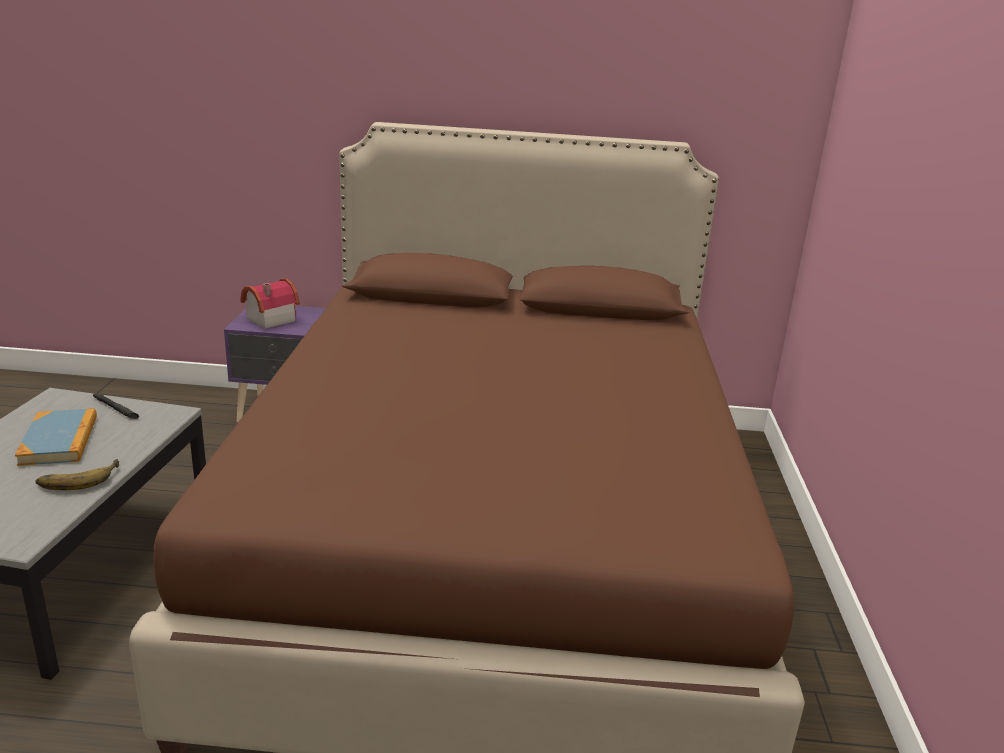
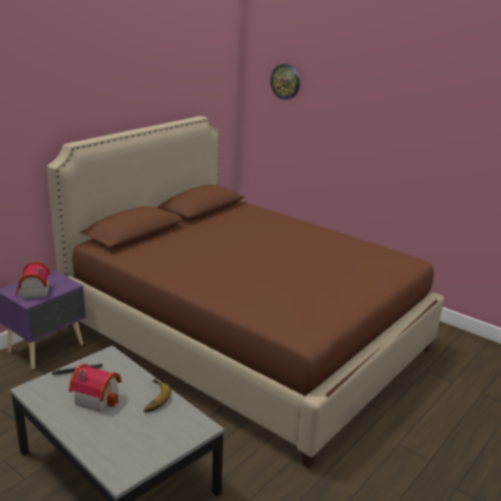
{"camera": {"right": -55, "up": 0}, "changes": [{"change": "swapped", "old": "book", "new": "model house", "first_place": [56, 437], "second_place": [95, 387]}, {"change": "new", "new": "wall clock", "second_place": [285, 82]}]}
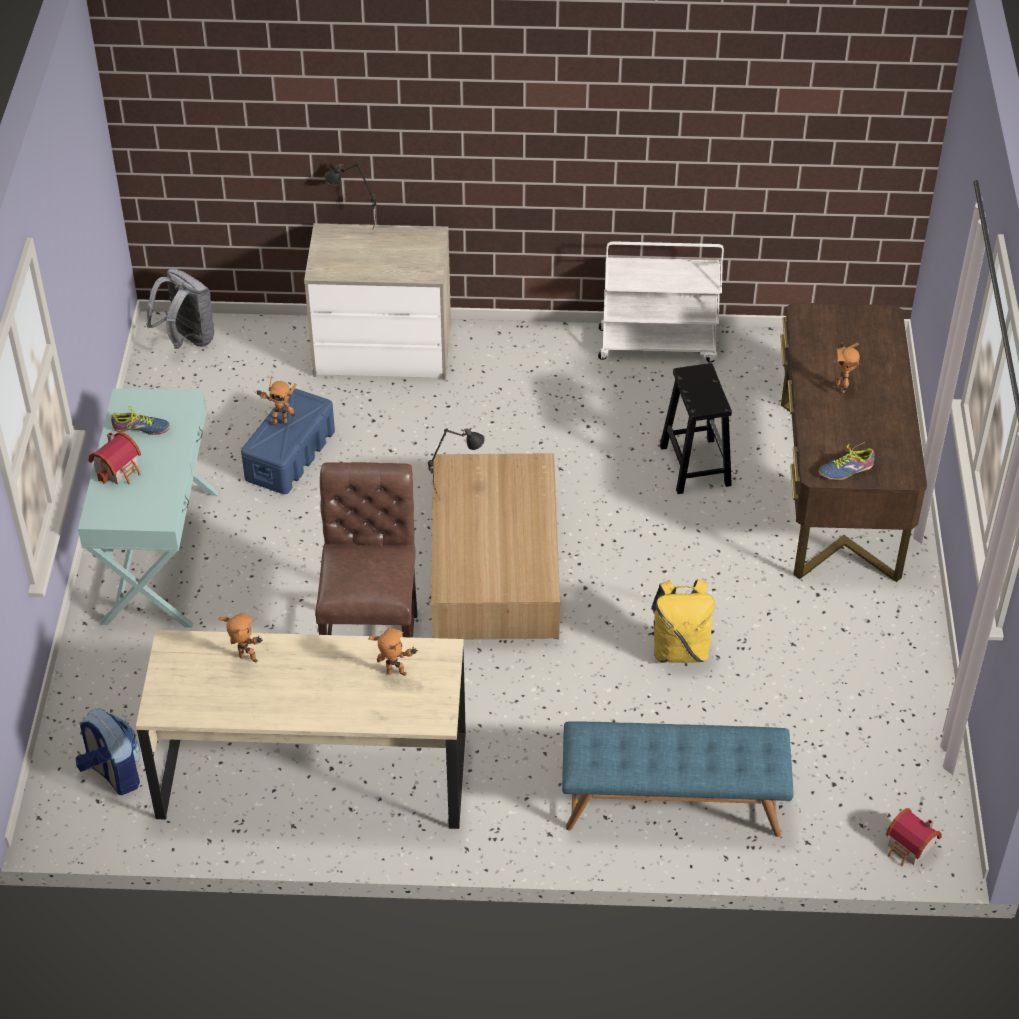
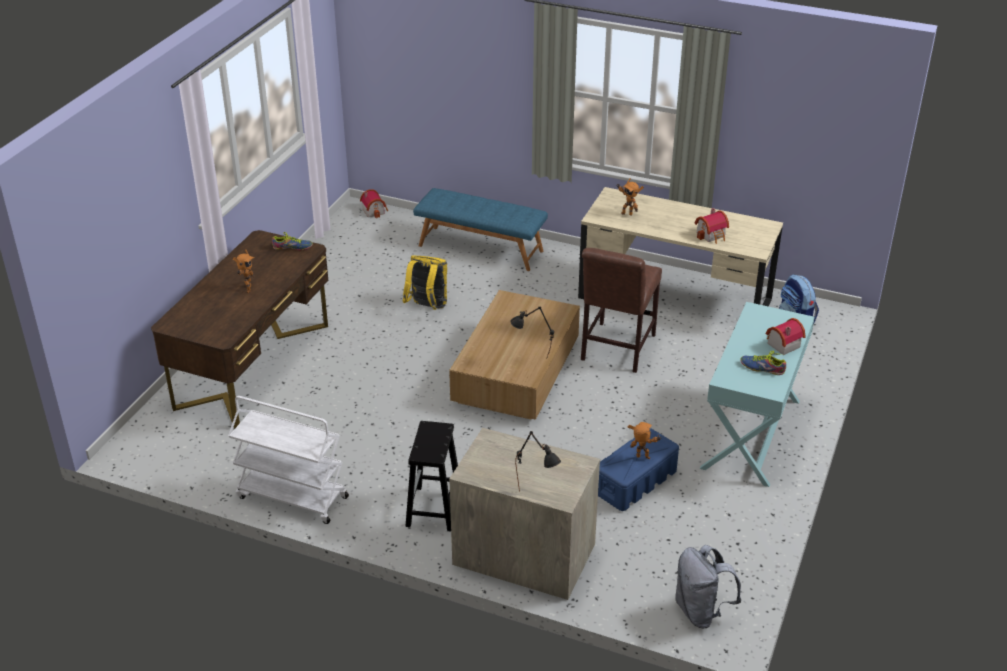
{"camera": {"right": -160, "up": -10}, "changes": [{"change": "shifted", "old": "stool seat (blackish)", "first_place": [696, 428], "second_place": [431, 476]}, {"change": "swapped", "old": "model robot", "new": "model house", "first_place": [240, 637], "second_place": [711, 226]}]}
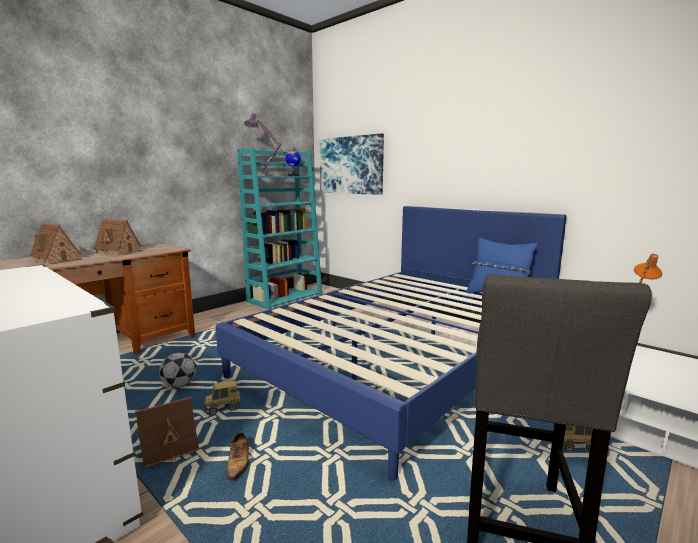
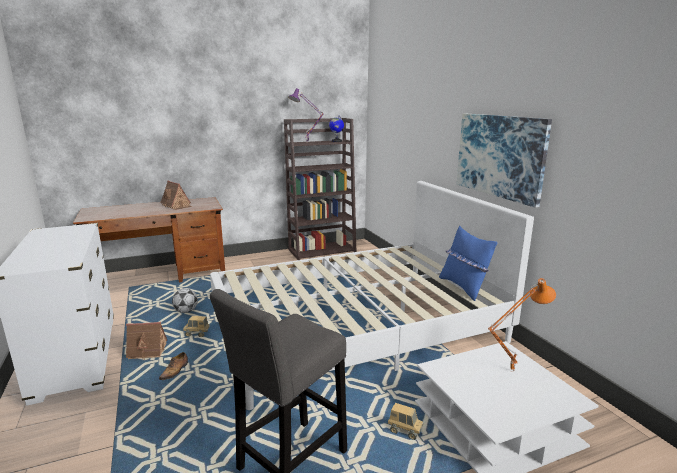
{"camera": {"right": 25, "up": 5}, "changes": [{"change": "repainted", "old": "sleeping bed (blue-coloured)", "new": "sleeping bed (white-coloured)", "first_place": [391, 343], "second_place": [372, 295]}, {"change": "repainted", "old": "bookcase (blue-green)", "new": "bookcase (brown-coloured)", "first_place": [279, 229], "second_place": [320, 189]}, {"change": "shifted", "old": "wall picture", "first_place": [352, 164], "second_place": [504, 161]}, {"change": "gone", "old": "model house", "first_place": [56, 243]}]}
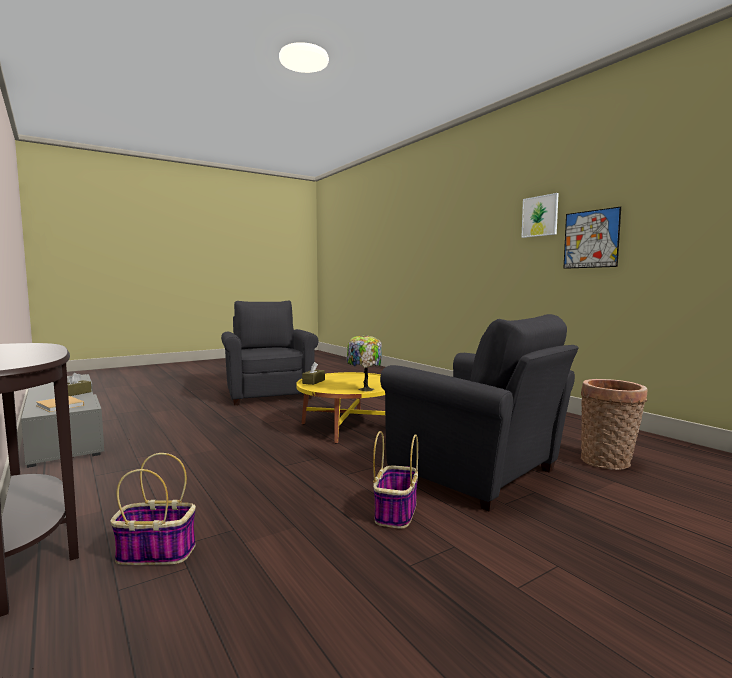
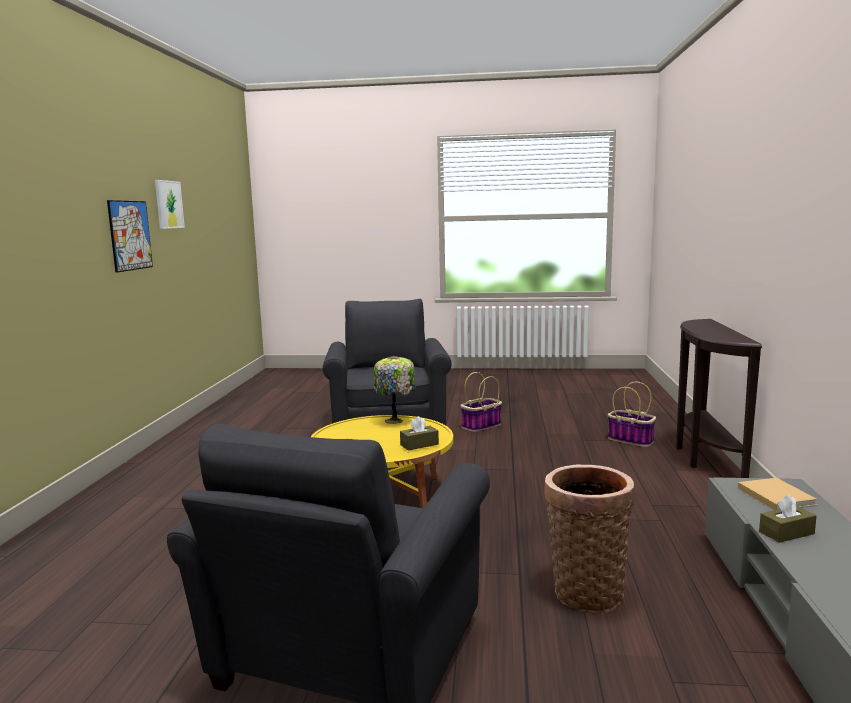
{"camera": {"right": -140, "up": 5}, "changes": [{"change": "shifted", "old": "wall picture", "first_place": [540, 215], "second_place": [170, 204]}, {"change": "shifted", "old": "storage basket", "first_place": [614, 424], "second_place": [589, 539]}]}
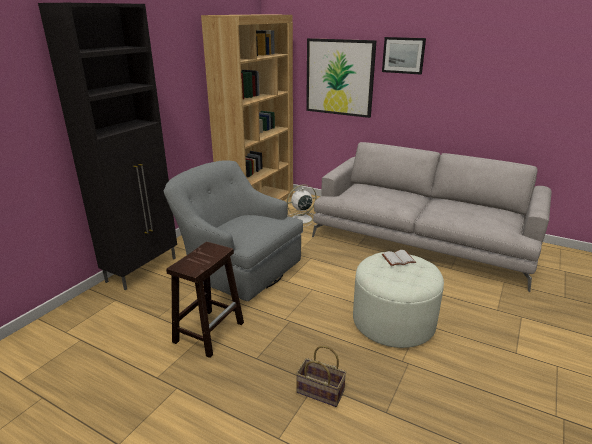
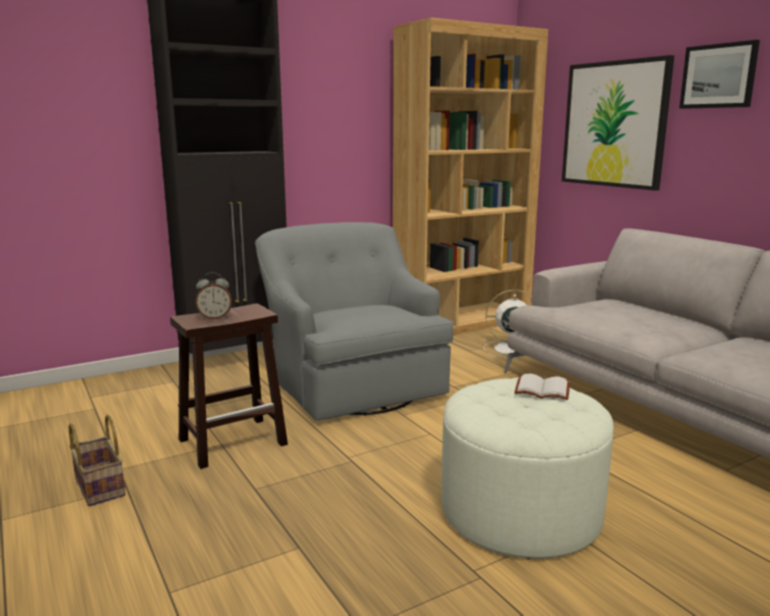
{"camera": {"right": 30, "up": -10}, "changes": [{"change": "shifted", "old": "storage basket", "first_place": [321, 376], "second_place": [97, 460]}, {"change": "new", "new": "alarm clock", "second_place": [213, 296]}]}
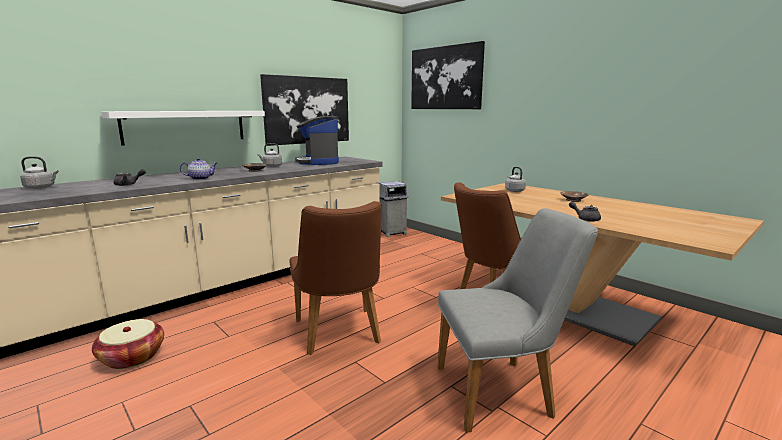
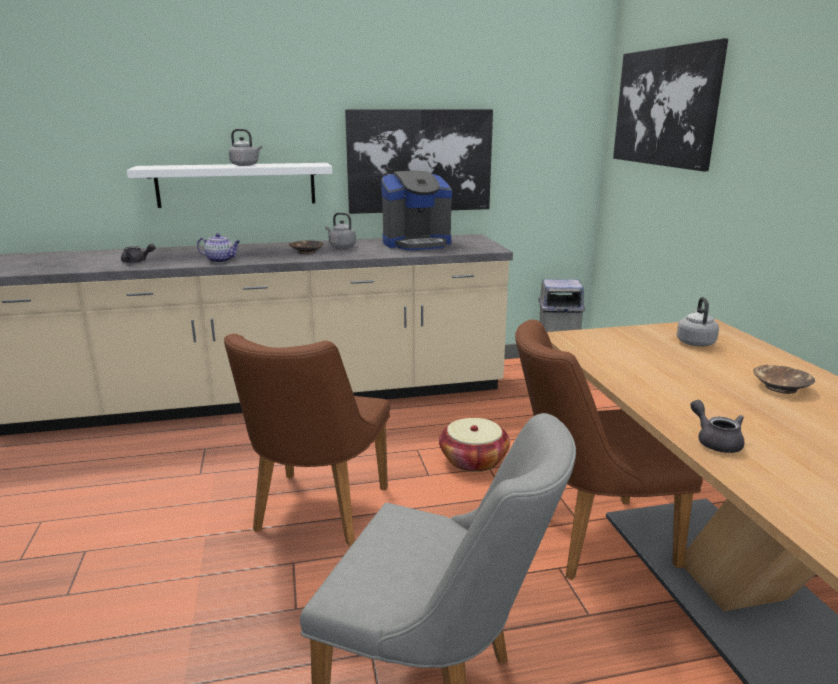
{"camera": {"right": 30, "up": 5}, "changes": [{"change": "shifted", "old": "tea kettle (gray)", "first_place": [39, 172], "second_place": [245, 147]}, {"change": "rotated", "old": "coffee maker", "first_place": [317, 140], "second_place": [416, 210], "degrees": -120}, {"change": "shifted", "old": "storage basket", "first_place": [128, 344], "second_place": [474, 445]}]}
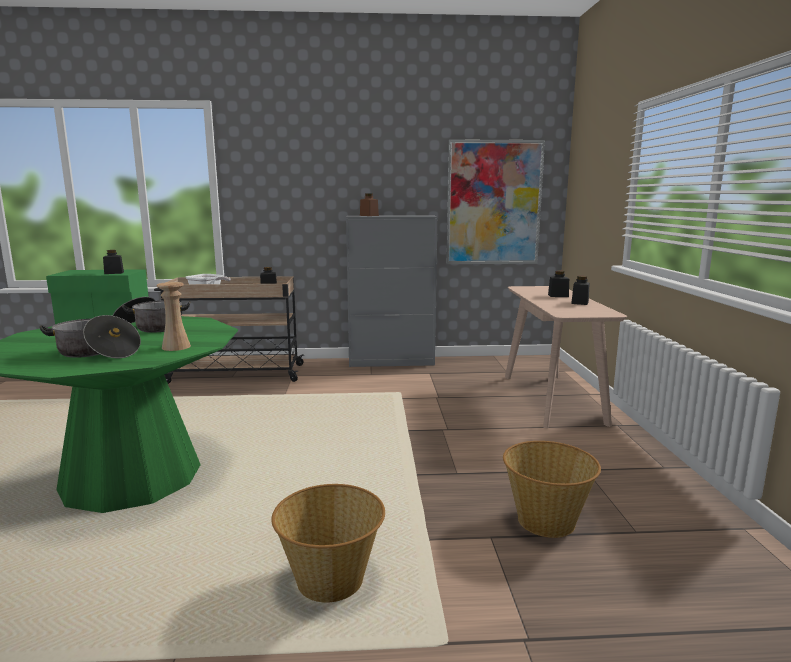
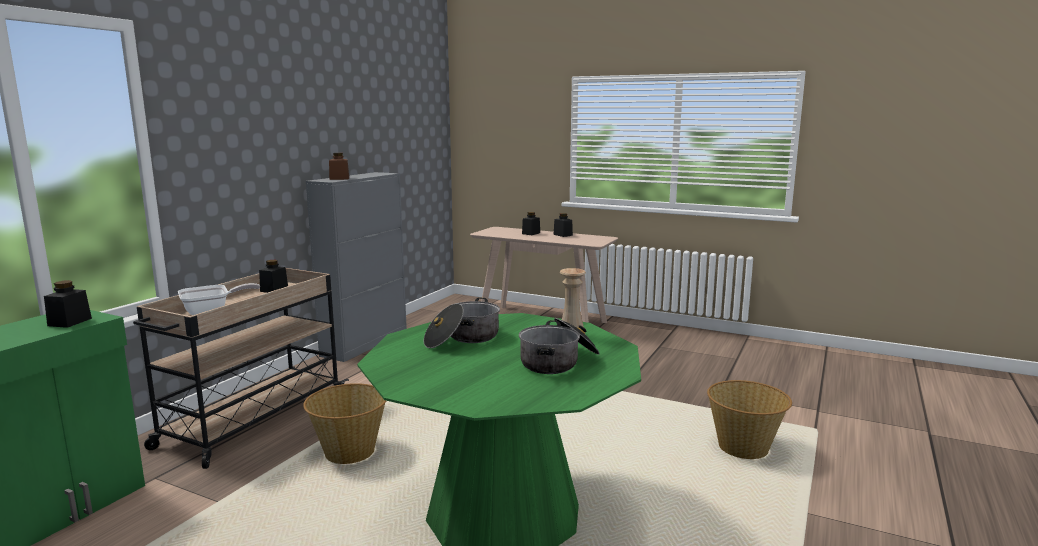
{"camera": {"right": -60, "up": 0}, "changes": [{"change": "shifted", "old": "storage basket", "first_place": [552, 489], "second_place": [344, 423]}, {"change": "gone", "old": "wall picture", "first_place": [495, 201]}]}
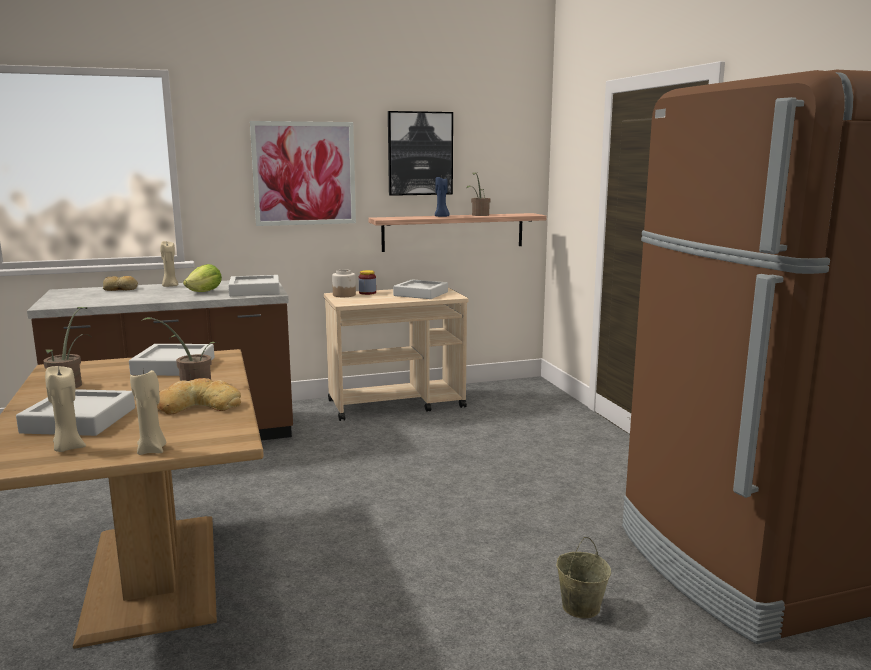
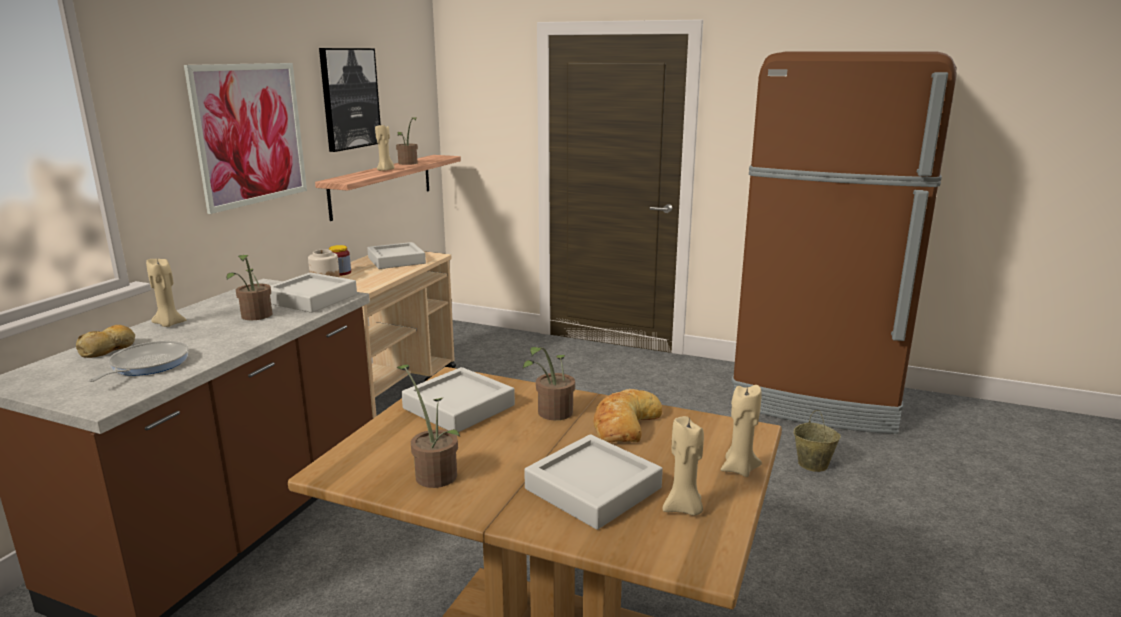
{"camera": {"right": -50, "up": 5}, "changes": [{"change": "new", "new": "pan", "second_place": [138, 361]}, {"change": "swapped", "old": "head of lettuce", "new": "plant in a pot", "first_place": [202, 278], "second_place": [249, 287]}, {"change": "repainted", "old": "wax light (blue-coloured)", "new": "wax light (beige-coloured)", "first_place": [442, 197], "second_place": [384, 148]}]}
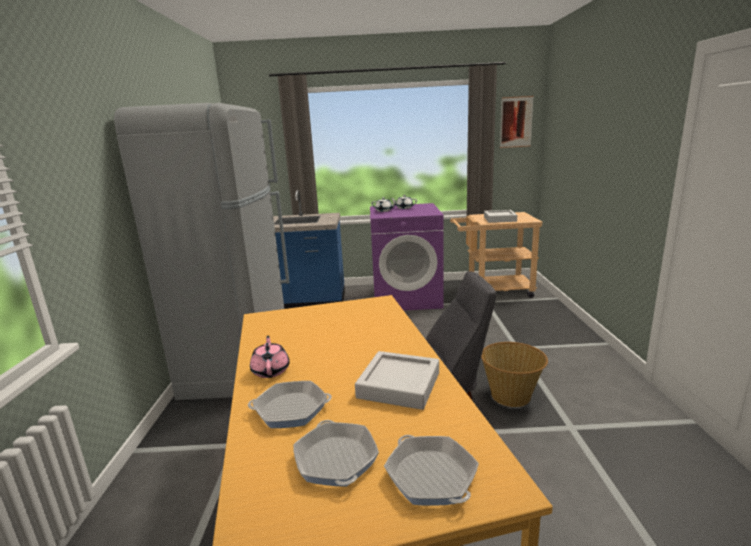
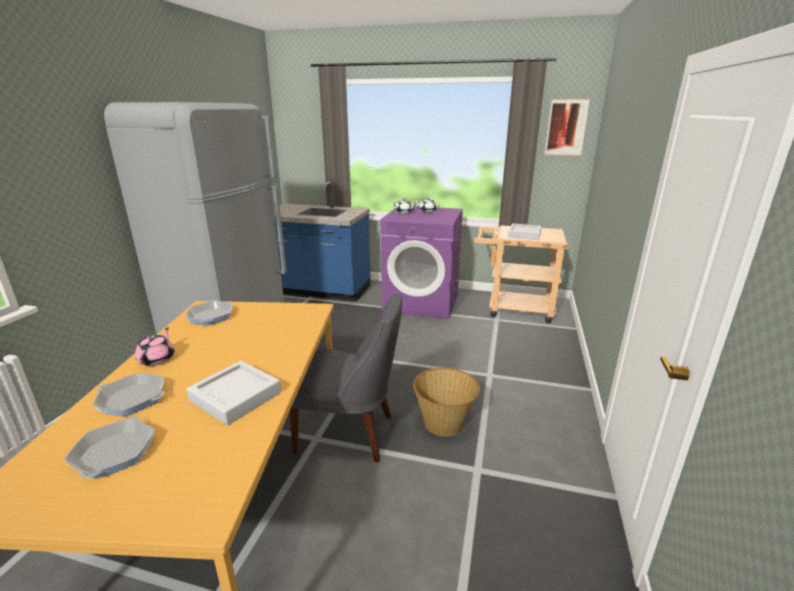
{"camera": {"right": 15, "up": 5}, "changes": [{"change": "shifted", "old": "pan", "first_place": [431, 470], "second_place": [209, 312]}]}
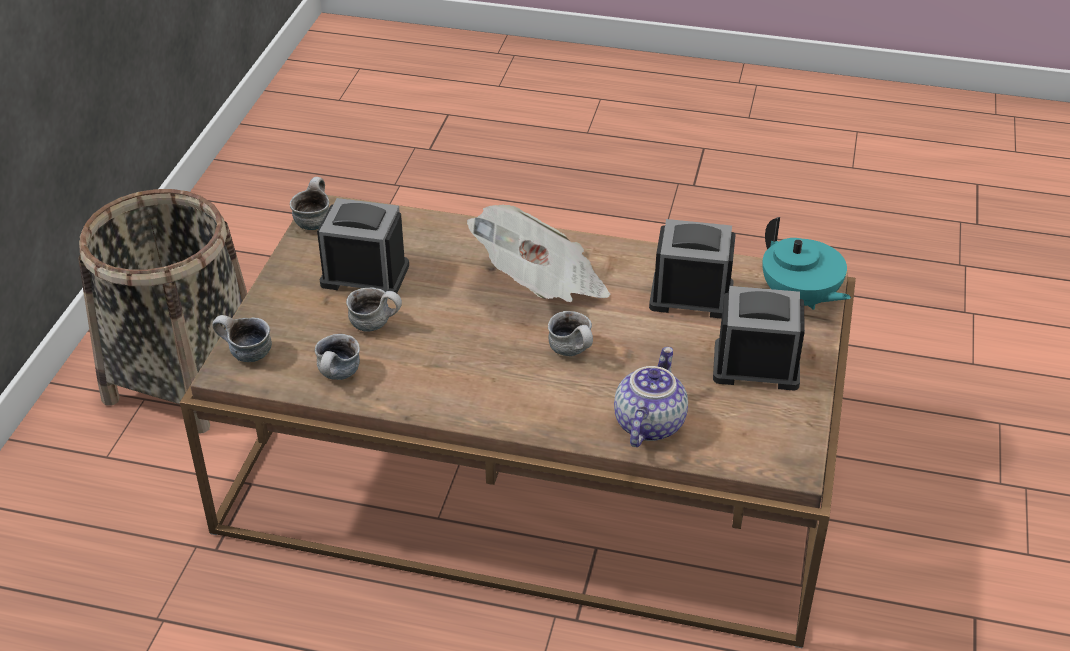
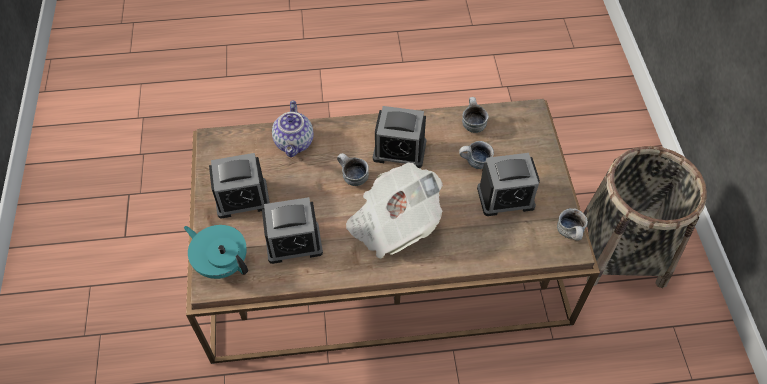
{"camera": {"right": 160, "up": 15}, "changes": [{"change": "new", "new": "alarm clock", "second_place": [399, 137]}, {"change": "gone", "old": "tea mug", "first_place": [242, 338]}]}
